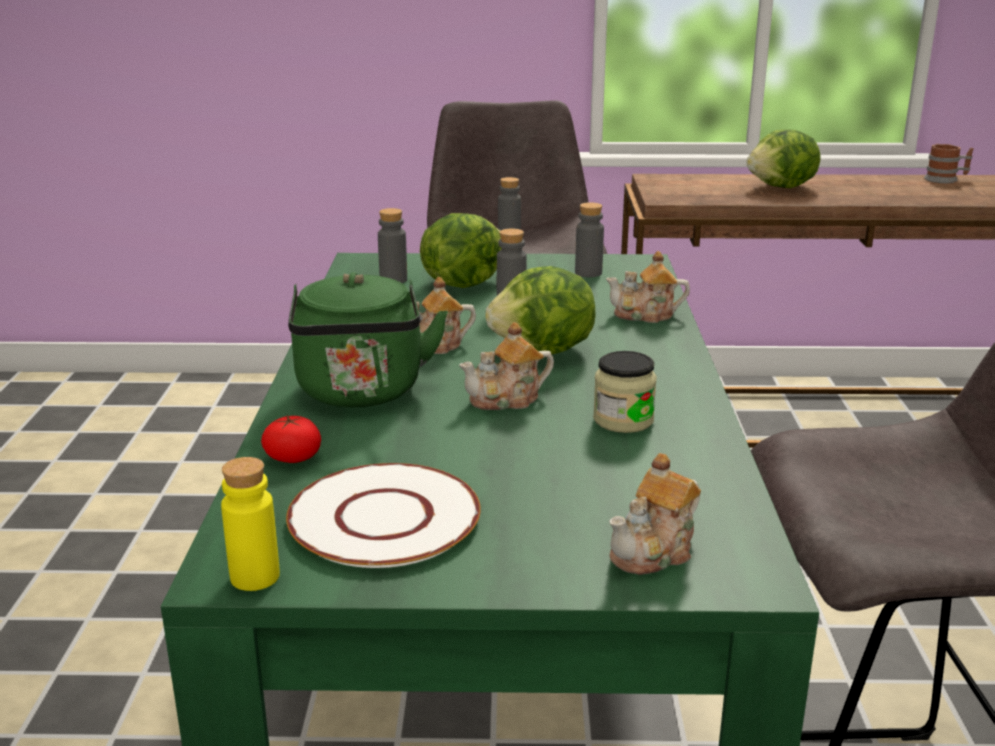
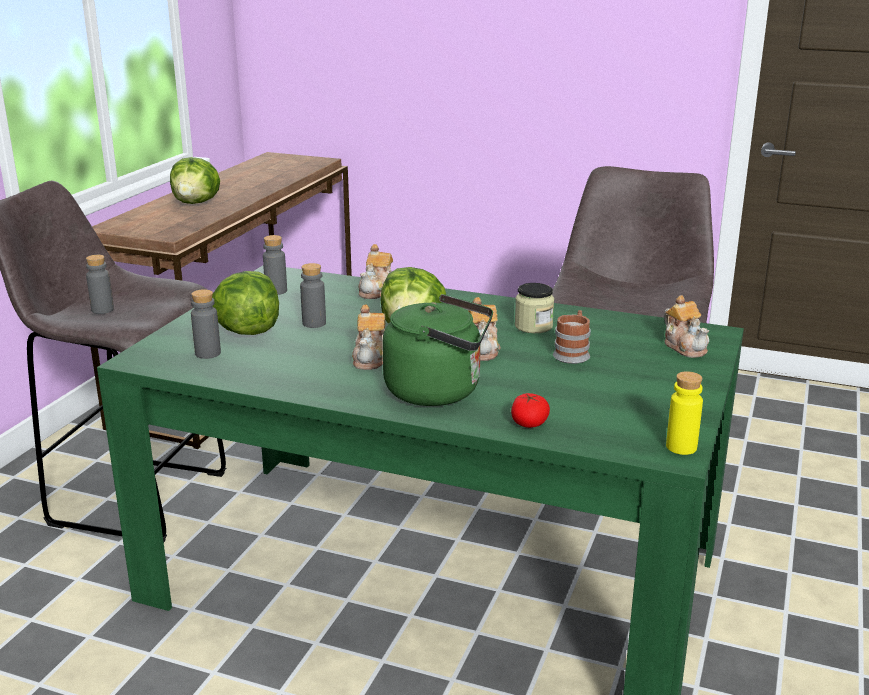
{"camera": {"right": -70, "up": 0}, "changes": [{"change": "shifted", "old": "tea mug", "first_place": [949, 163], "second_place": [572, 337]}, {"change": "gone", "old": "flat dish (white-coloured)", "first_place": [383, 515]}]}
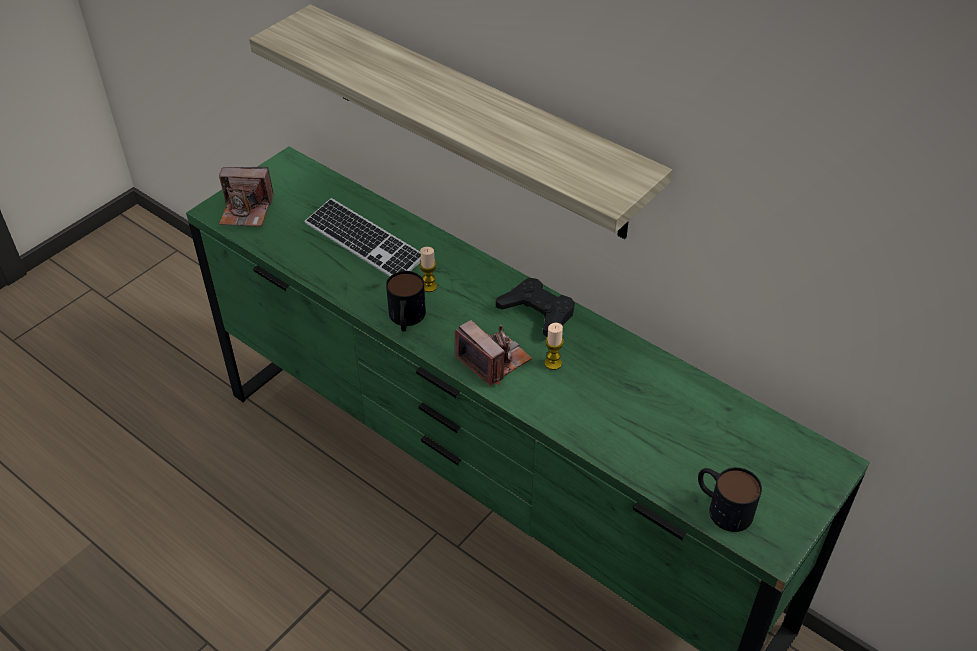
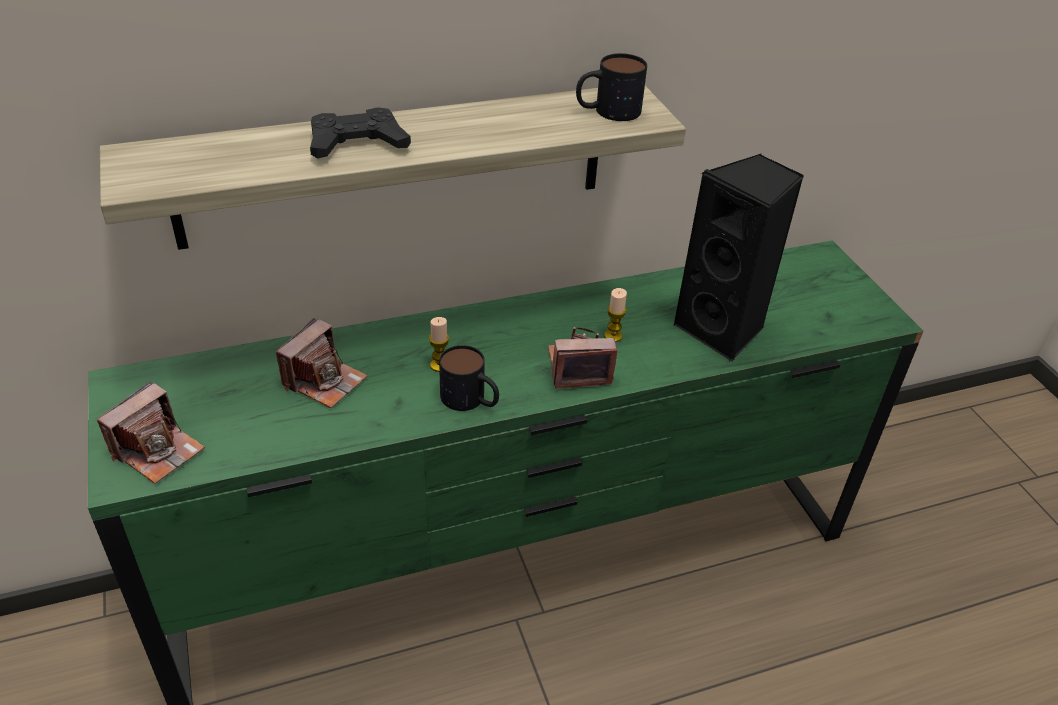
{"camera": {"right": -60, "up": -5}, "changes": [{"change": "swapped", "old": "keyboard", "new": "photo camera", "first_place": [362, 237], "second_place": [322, 363]}, {"change": "shifted", "old": "game controller (blackish)", "first_place": [535, 307], "second_place": [360, 132]}, {"change": "shifted", "old": "tea mug", "first_place": [730, 499], "second_place": [611, 87]}, {"change": "new", "new": "loudspeaker (blackish)", "second_place": [738, 258]}]}
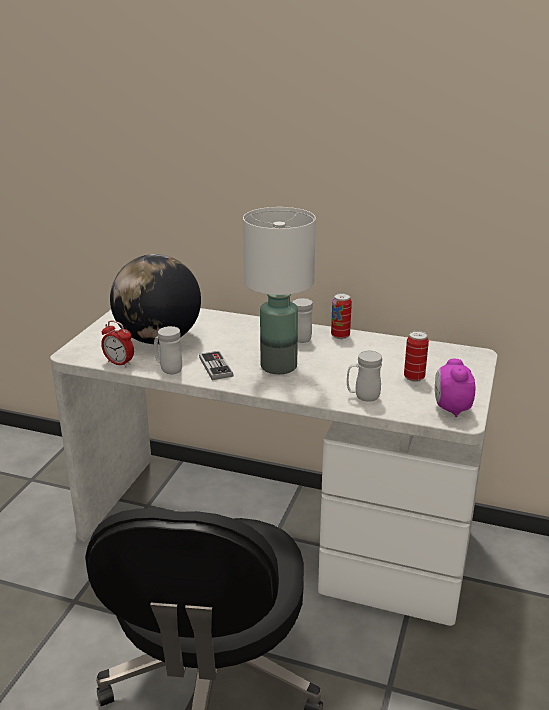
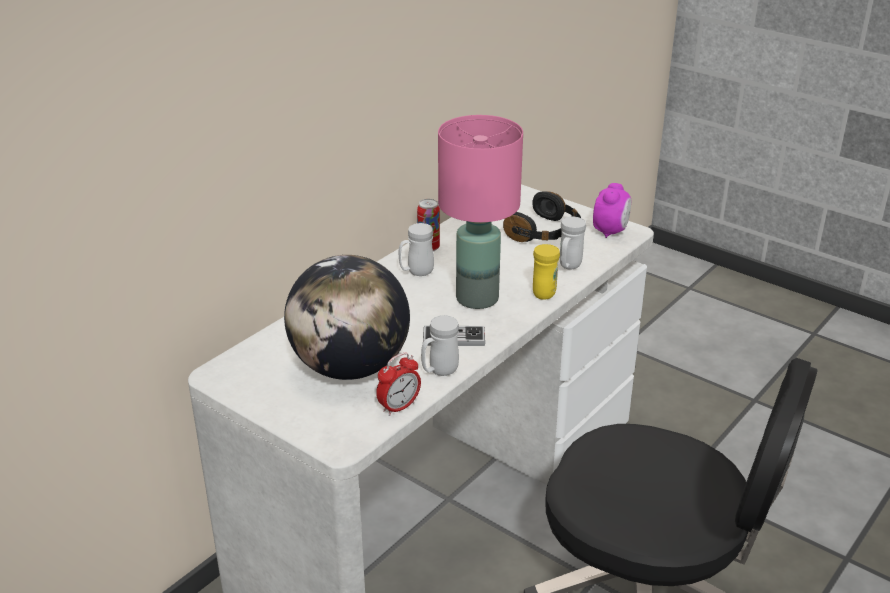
{"camera": {"right": -70, "up": 5}, "changes": [{"change": "repainted", "old": "lamp for a table (white-coloured)", "new": "lamp for a table (pink)", "first_place": [279, 290], "second_place": [480, 212]}, {"change": "swapped", "old": "metal can", "new": "headphones (blackish)", "first_place": [416, 356], "second_place": [542, 216]}, {"change": "new", "new": "tea mug (yellow)", "second_place": [546, 272]}, {"change": "rotated", "old": "alarm clock", "first_place": [455, 388], "second_place": [612, 210], "degrees": -90}]}
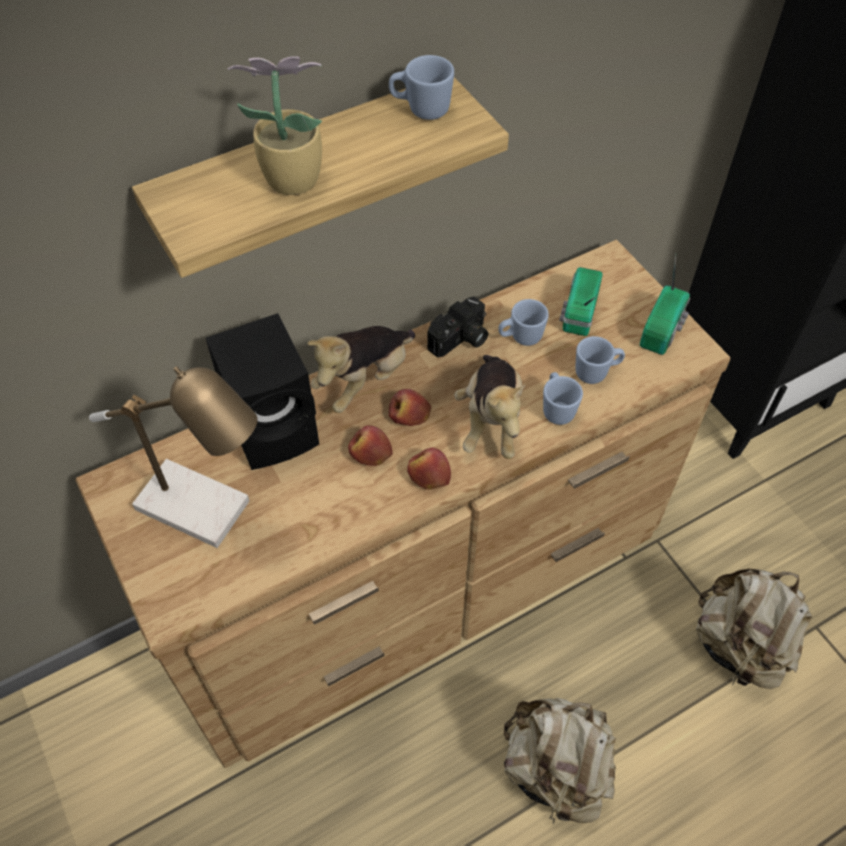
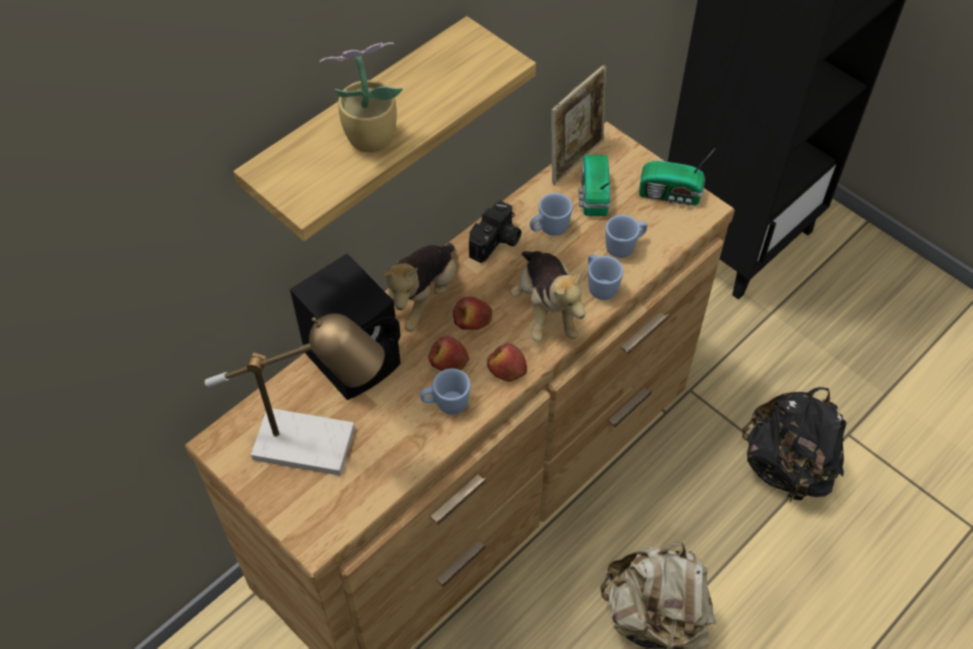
{"camera": {"right": -15, "up": 0}, "changes": [{"change": "shifted", "old": "tea mug (blue-coloured)", "first_place": [421, 87], "second_place": [445, 391]}, {"change": "new", "new": "photo frame", "second_place": [578, 125]}, {"change": "rotated", "old": "radio receiver", "first_place": [665, 305], "second_place": [677, 177], "degrees": 90}, {"change": "repainted", "old": "rucksack (beige-coloured)", "new": "rucksack (blackish)", "first_place": [754, 629], "second_place": [794, 445]}]}
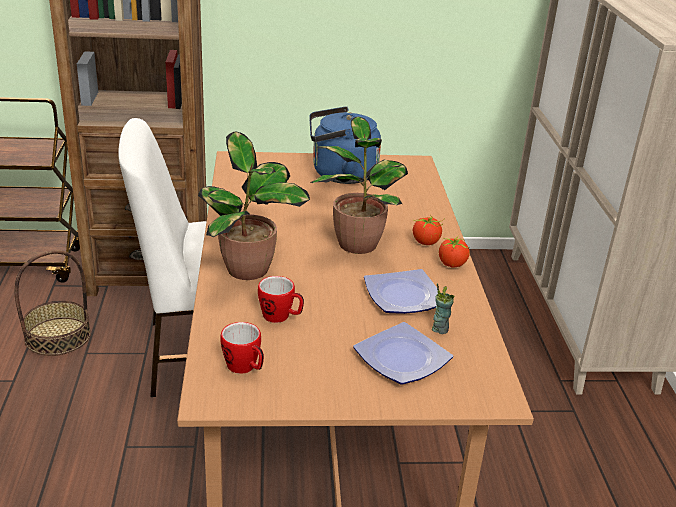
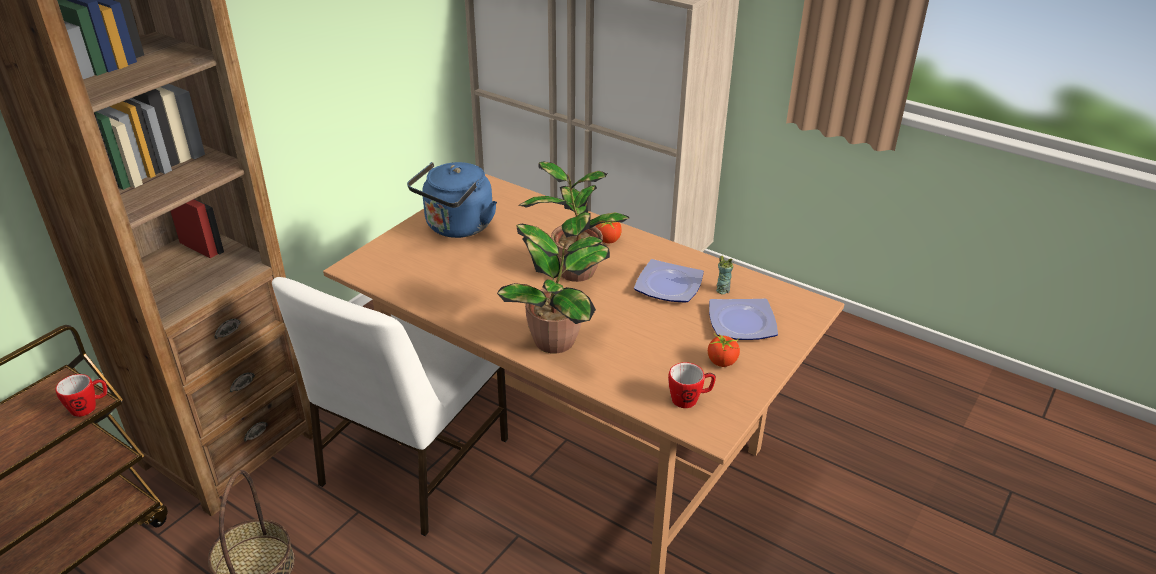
{"camera": {"right": -50, "up": 5}, "changes": [{"change": "shifted", "old": "tea mug", "first_place": [281, 299], "second_place": [81, 395]}, {"change": "shifted", "old": "tomato", "first_place": [454, 252], "second_place": [724, 350]}]}
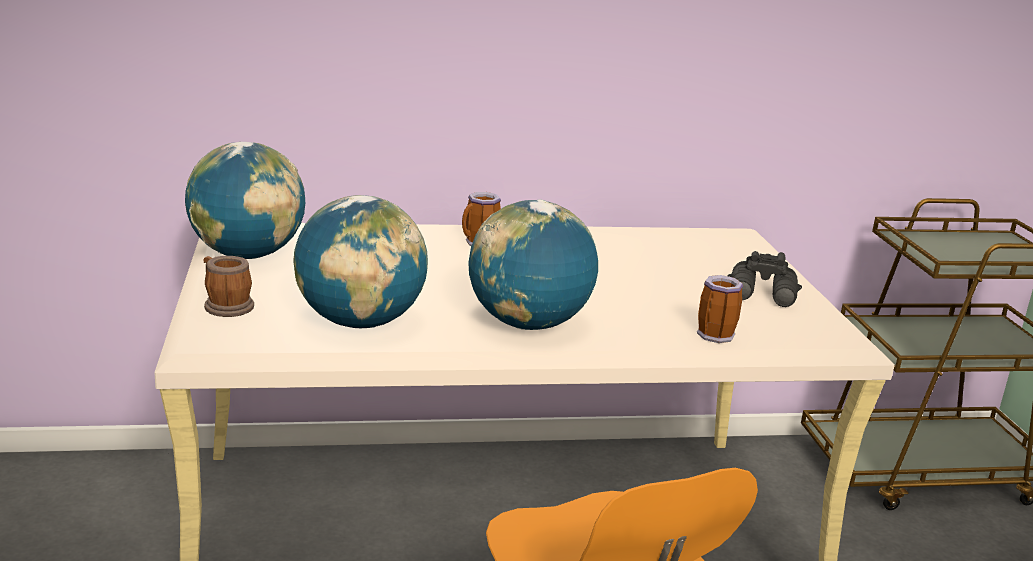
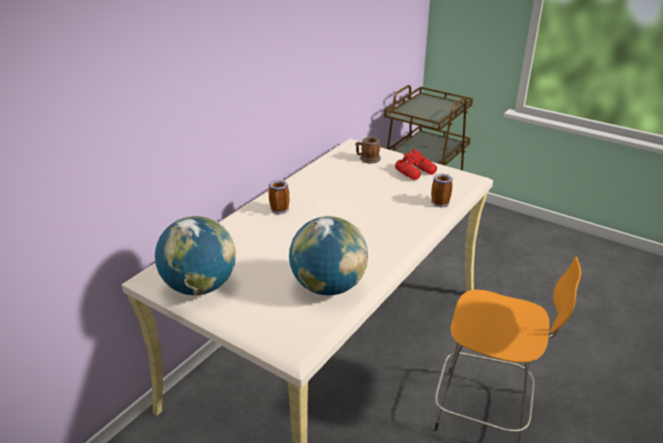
{"camera": {"right": -45, "up": 10}, "changes": [{"change": "shifted", "old": "tea mug", "first_place": [229, 286], "second_place": [368, 150]}, {"change": "repainted", "old": "pair of binoculars (blackish)", "new": "pair of binoculars (red)", "first_place": [765, 279], "second_place": [416, 164]}, {"change": "gone", "old": "desk globe", "first_place": [533, 264]}]}
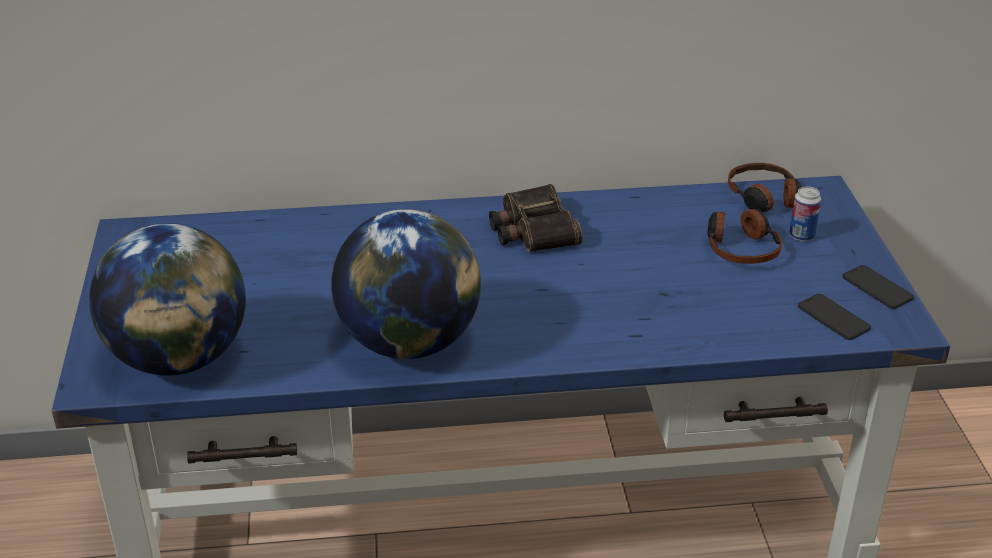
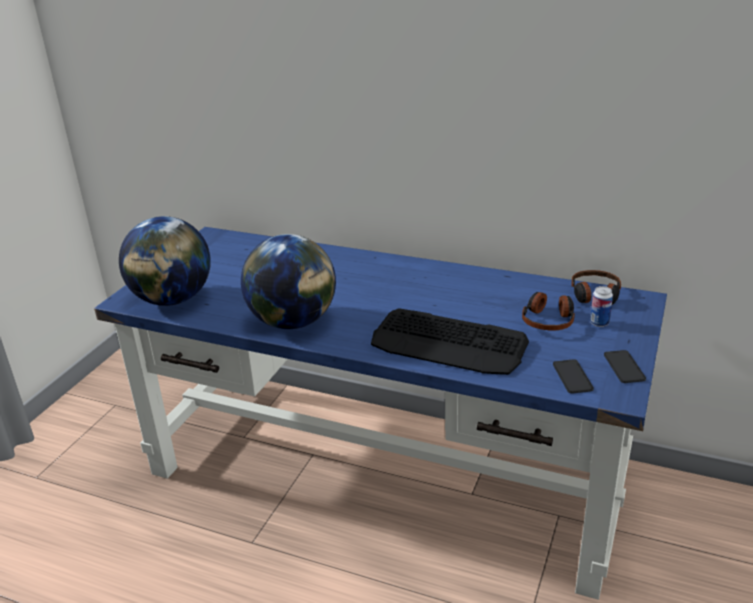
{"camera": {"right": 30, "up": -5}, "changes": [{"change": "new", "new": "keyboard", "second_place": [450, 341]}, {"change": "gone", "old": "pair of binoculars", "first_place": [535, 218]}]}
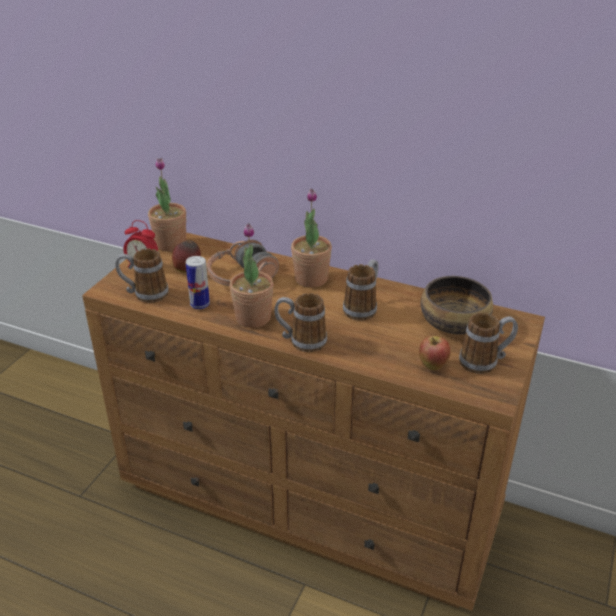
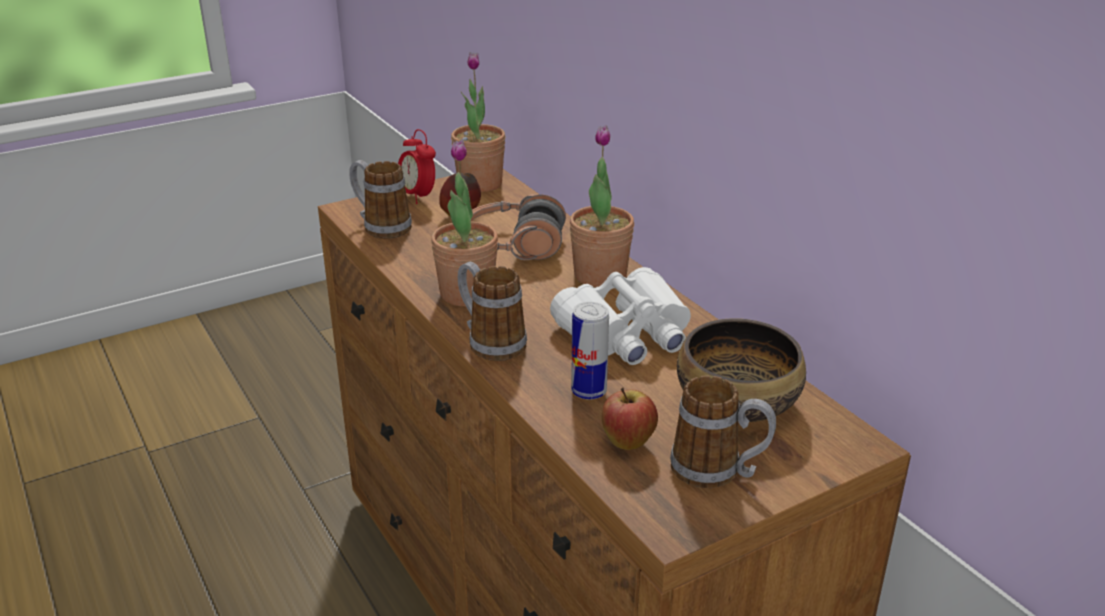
{"camera": {"right": 35, "up": -5}, "changes": [{"change": "swapped", "old": "tea mug", "new": "pair of binoculars (white-coloured)", "first_place": [360, 290], "second_place": [620, 316]}, {"change": "shifted", "old": "metal can", "first_place": [198, 282], "second_place": [590, 351]}]}
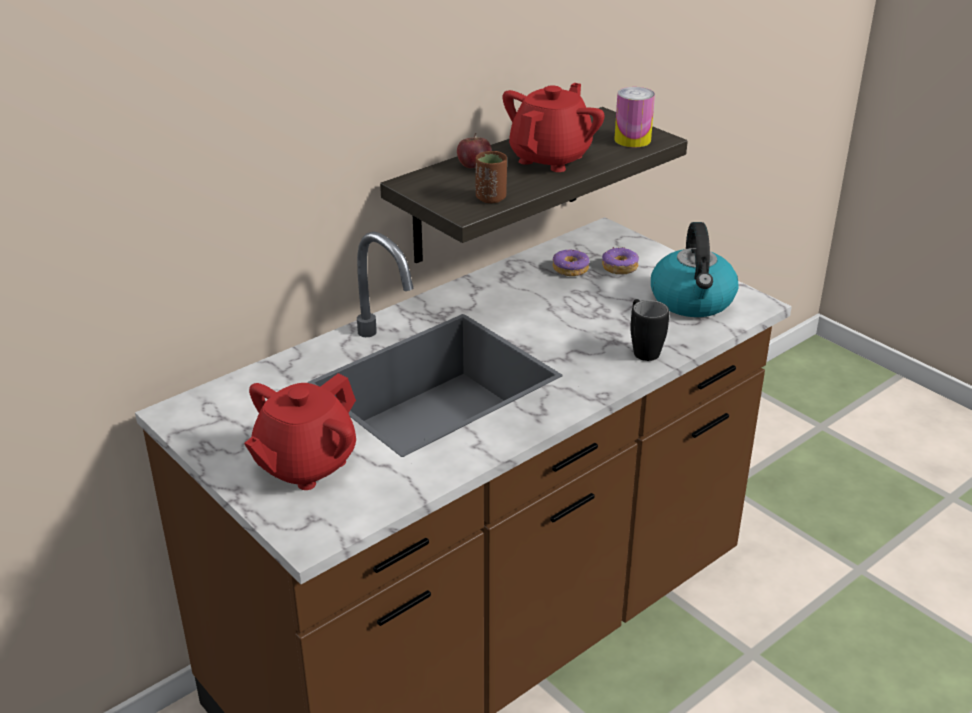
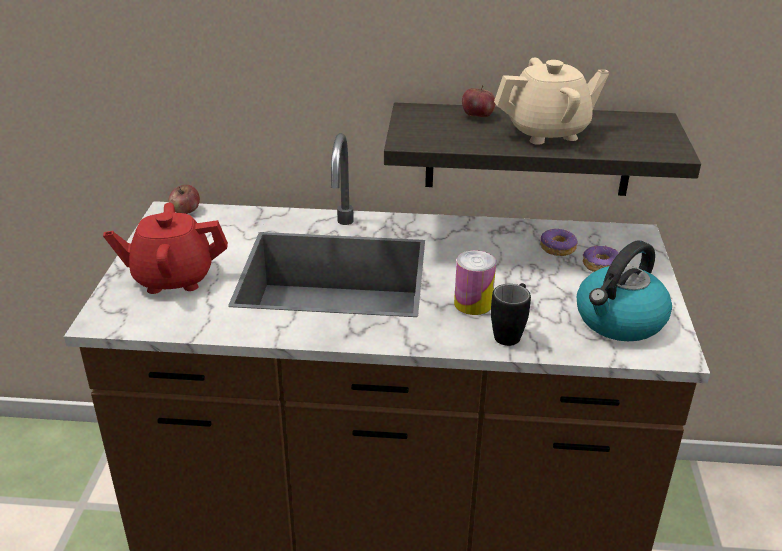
{"camera": {"right": 45, "up": 0}, "changes": [{"change": "new", "new": "whole apple", "second_place": [184, 199]}, {"change": "shifted", "old": "metal can", "first_place": [634, 117], "second_place": [475, 282]}, {"change": "repainted", "old": "tea pot (red)", "new": "tea pot (beige-coloured)", "first_place": [554, 127], "second_place": [552, 101]}, {"change": "gone", "old": "drinking cup (brown-coloured)", "first_place": [491, 177]}]}
